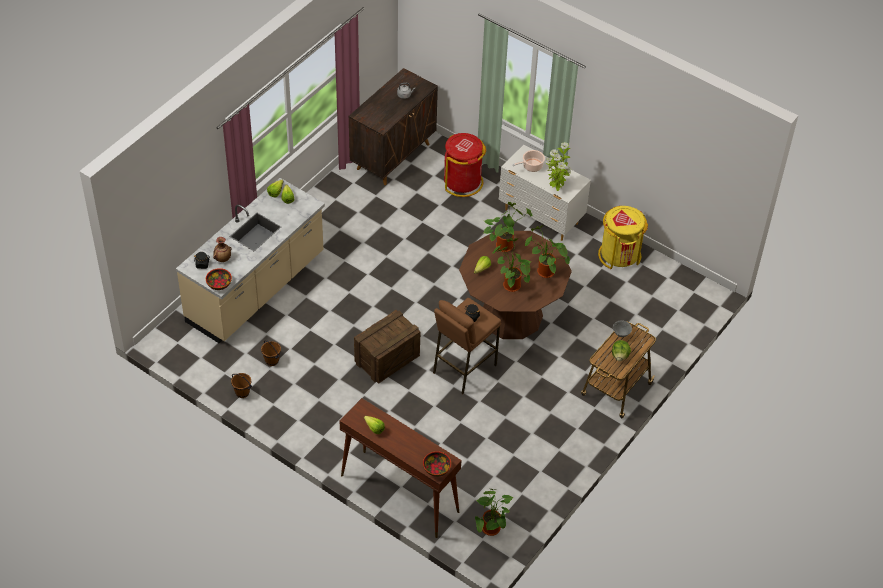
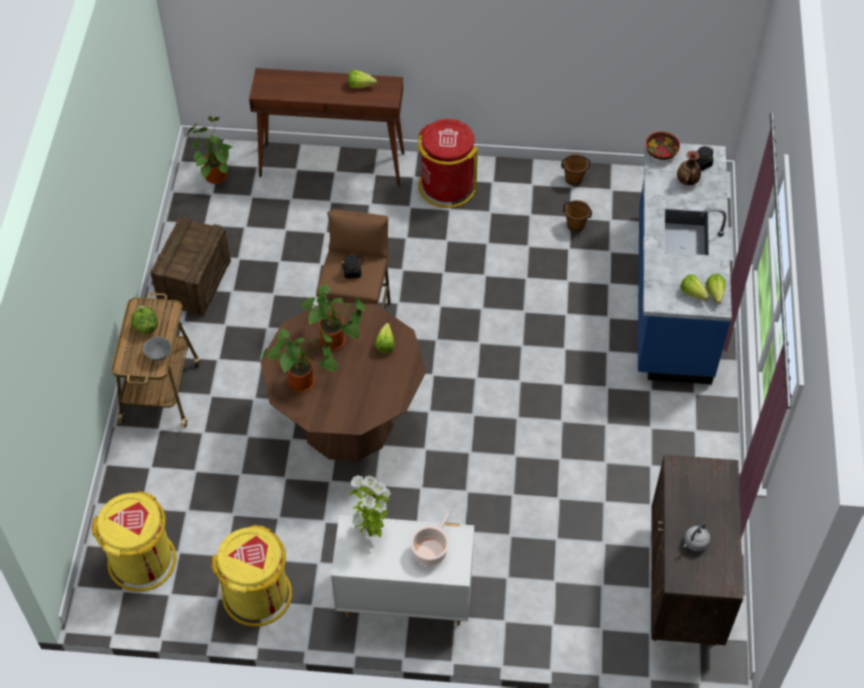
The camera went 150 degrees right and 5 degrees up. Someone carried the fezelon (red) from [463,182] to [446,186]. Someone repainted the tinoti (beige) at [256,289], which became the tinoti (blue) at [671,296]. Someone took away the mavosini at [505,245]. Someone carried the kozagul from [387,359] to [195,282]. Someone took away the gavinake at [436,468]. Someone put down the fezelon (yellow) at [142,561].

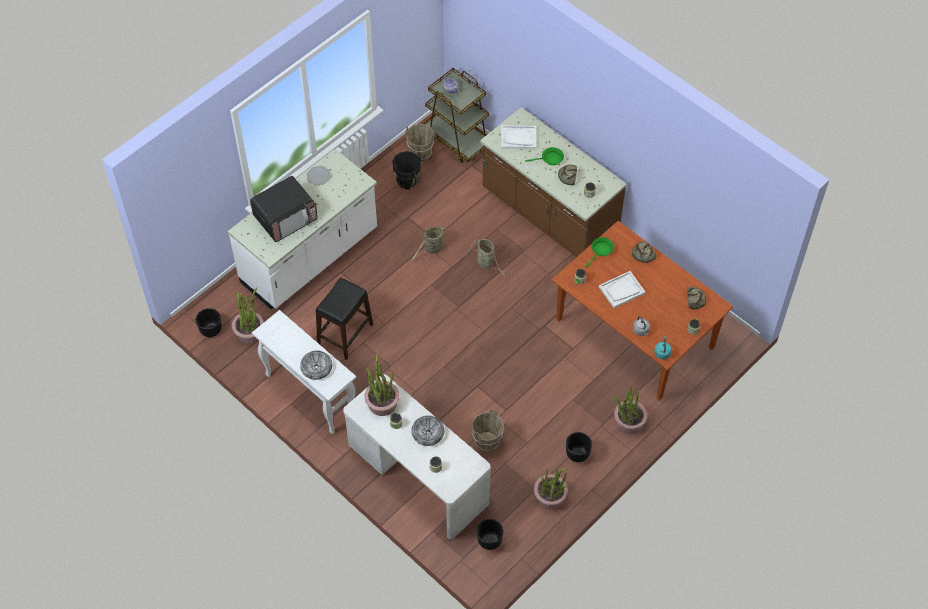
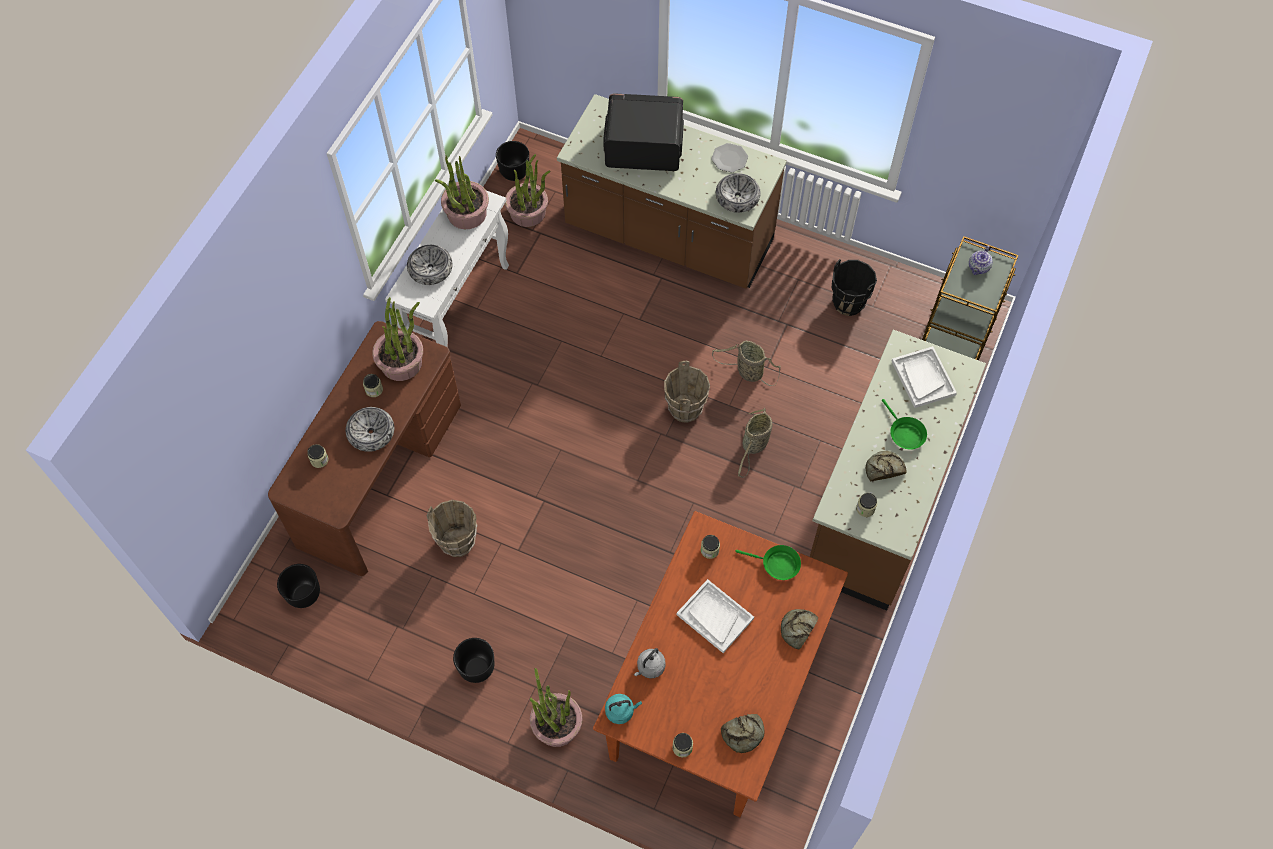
The camera went 70 degrees right and 5 degrees up. Someone carried the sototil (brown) from [421,153] to [685,409]. Someone repainted the tinoti (white) at [310,258], which became the tinoti (brown) at [668,236]. Someone rotated the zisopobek at [286,218] by 150 degrees clockwise. Someone took away the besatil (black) at [345,334]. Someone repainted the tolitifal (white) at [417,475], which became the tolitifal (brown) at [379,473]. Someone carried the mavosini from [550,496] to [466,213]. Someone put down the gavinake at [737,197].

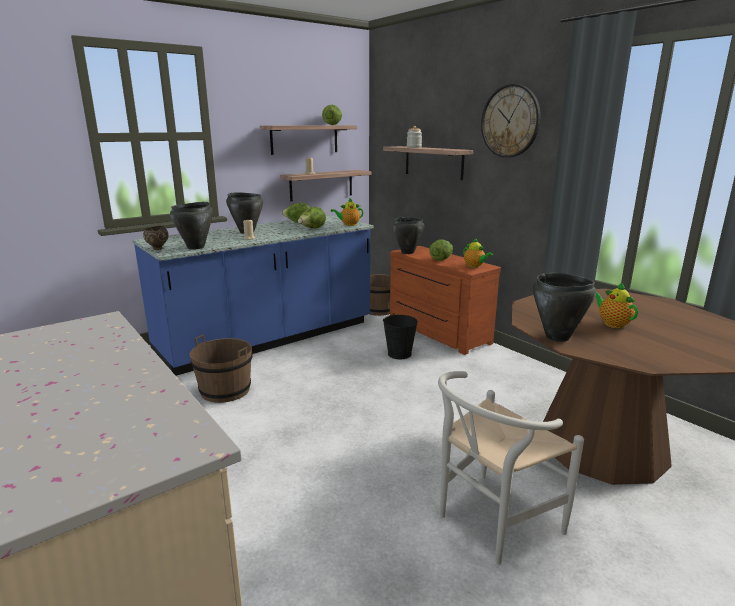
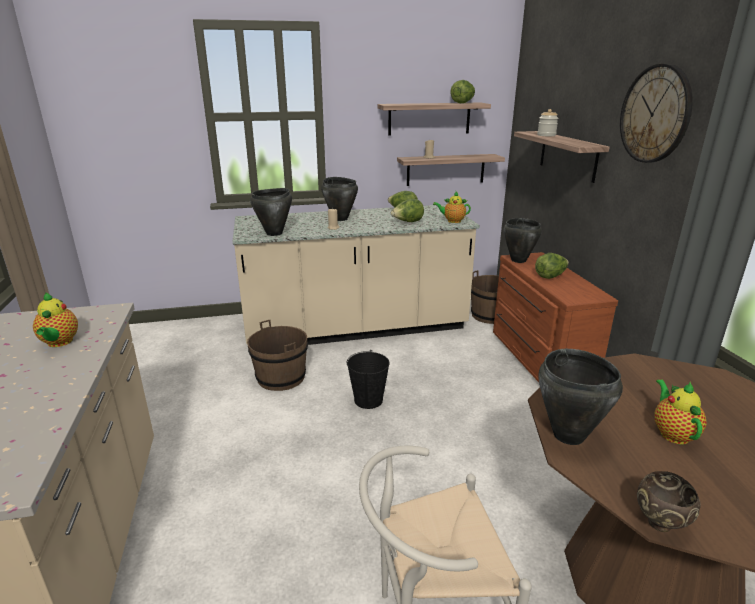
The camera went 25 degrees right and 5 degrees up. Someone repainted the tinoti (blue) at [268,338], which became the tinoti (beige) at [356,328]. Someone carried the gavinake (brown) from [157,249] to [659,525]. Someone carried the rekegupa from [475,266] to [59,343]. Someone carried the sototil (black) from [399,354] to [368,400].

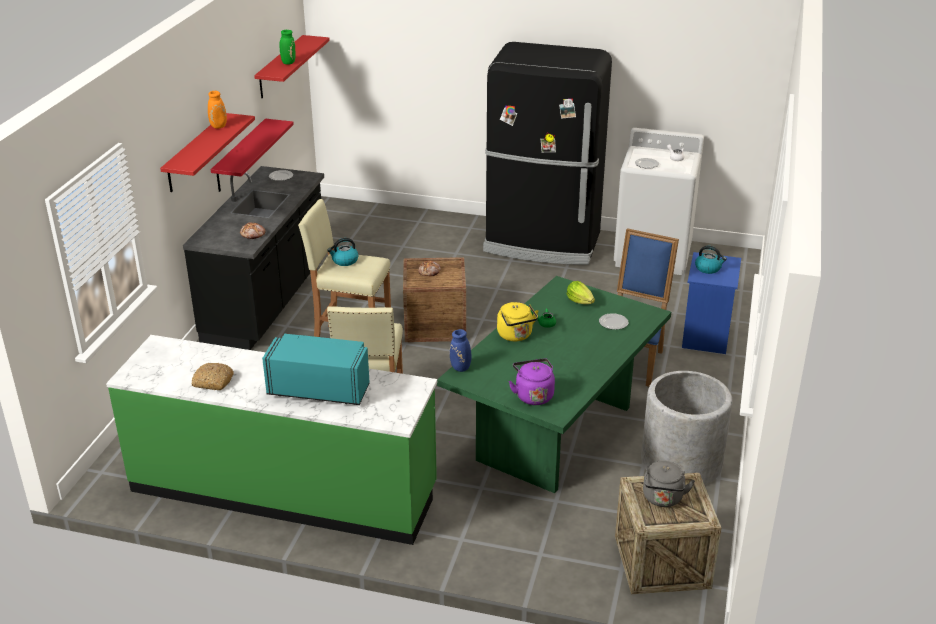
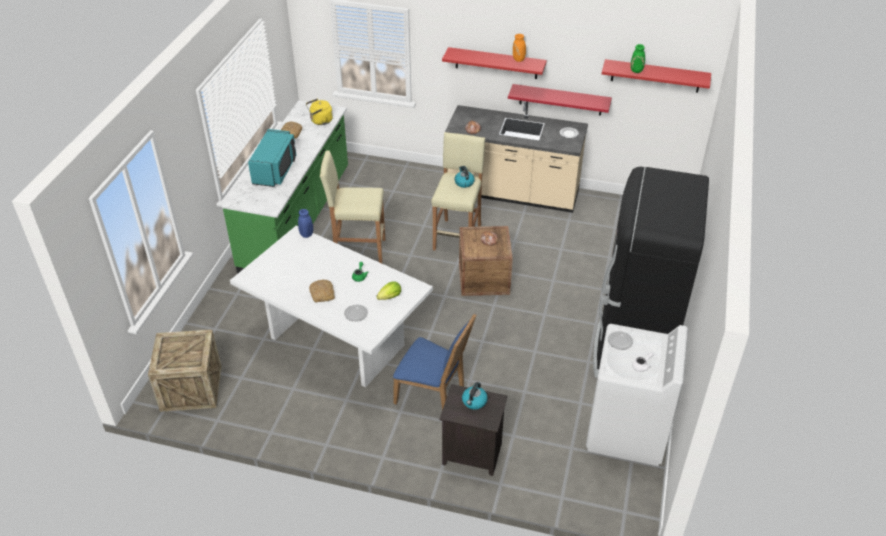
The camera went 90 degrees right and 10 degrees up. Someone repainted the tinoti (black) at [267,301], which became the tinoti (beige) at [512,194]. Someone repainted the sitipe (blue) at [707,337], which became the sitipe (black) at [471,454]. Someone repainted the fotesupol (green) at [554,432], which became the fotesupol (white) at [338,341]. Someone carried the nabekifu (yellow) from [516,336] to [320,121]. Someone took away the nabekifu (purple) at [533,395]. Someone took away the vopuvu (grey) at [681,462]. Someone took away the nabekifu (grey) at [663,499]. Someone put down the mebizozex at [322,294].

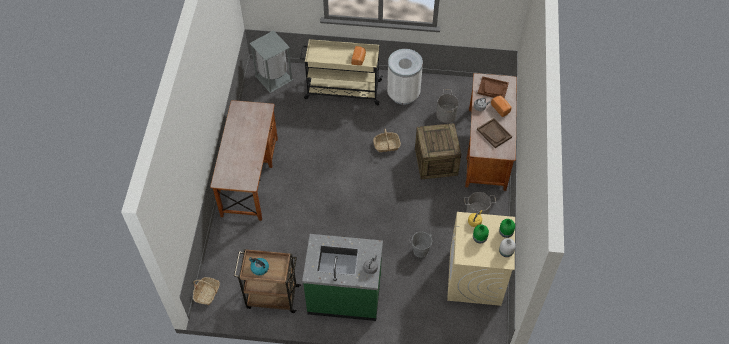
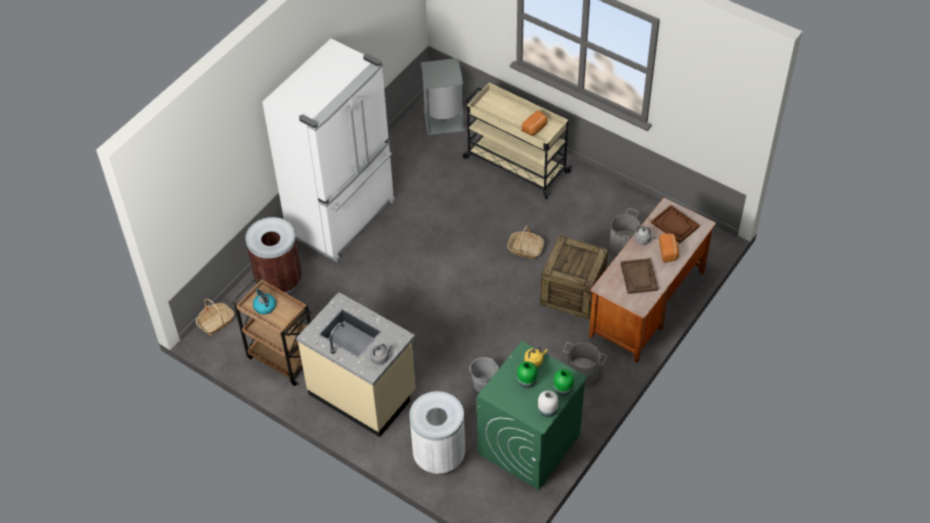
The camera went 30 degrees right and 5 degrees down. Someone carried the fezelon (white) from [403,94] to [439,456]. Someone swapped the tolitifal at [249,176] for the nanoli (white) at [343,218]. Someone repainted the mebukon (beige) at [475,278], which became the mebukon (green) at [529,444]. Someone repainted the tinoti (green) at [344,295], which became the tinoti (beige) at [363,393]. Someone put down the fezelon (brown) at [279,280].

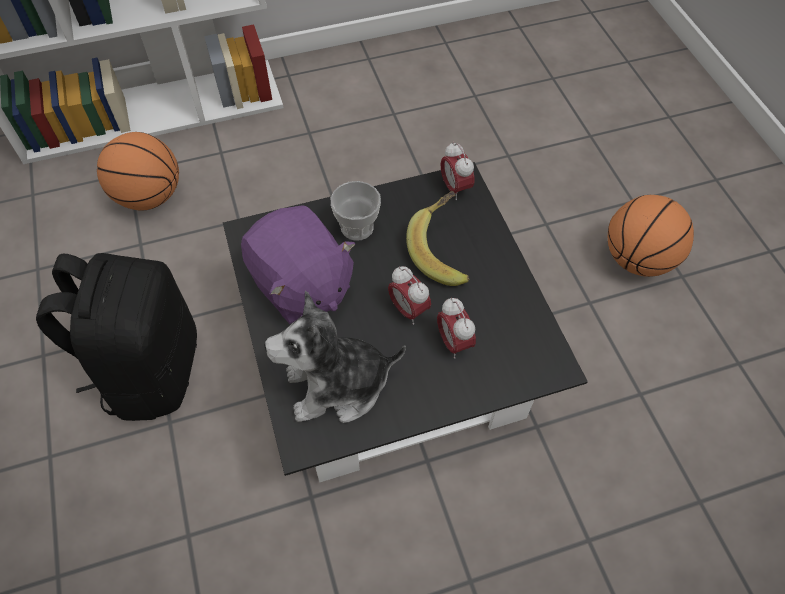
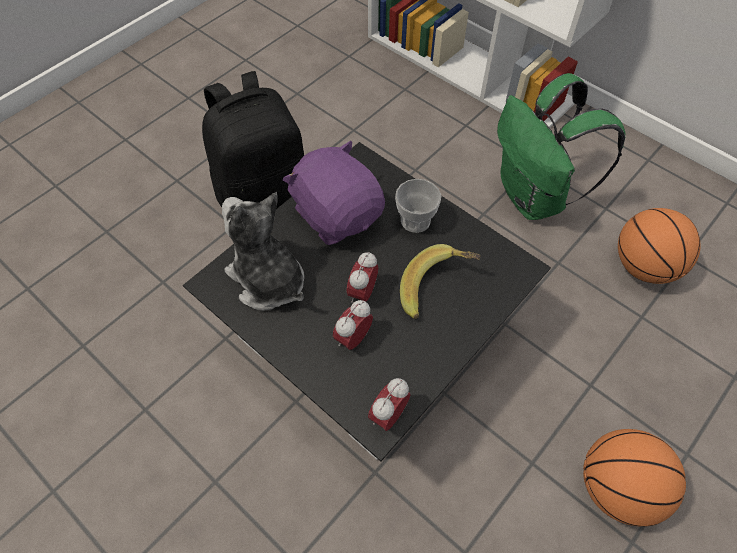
The camera went 60 degrees right and 0 degrees up. Someone carried the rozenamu from [149,197] to [644,266]. Someone carried the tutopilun from [455,188] to [388,415]. Someone rotated the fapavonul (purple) at [301,285] by 120 degrees clockwise. Someone put down the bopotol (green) at [534,198].

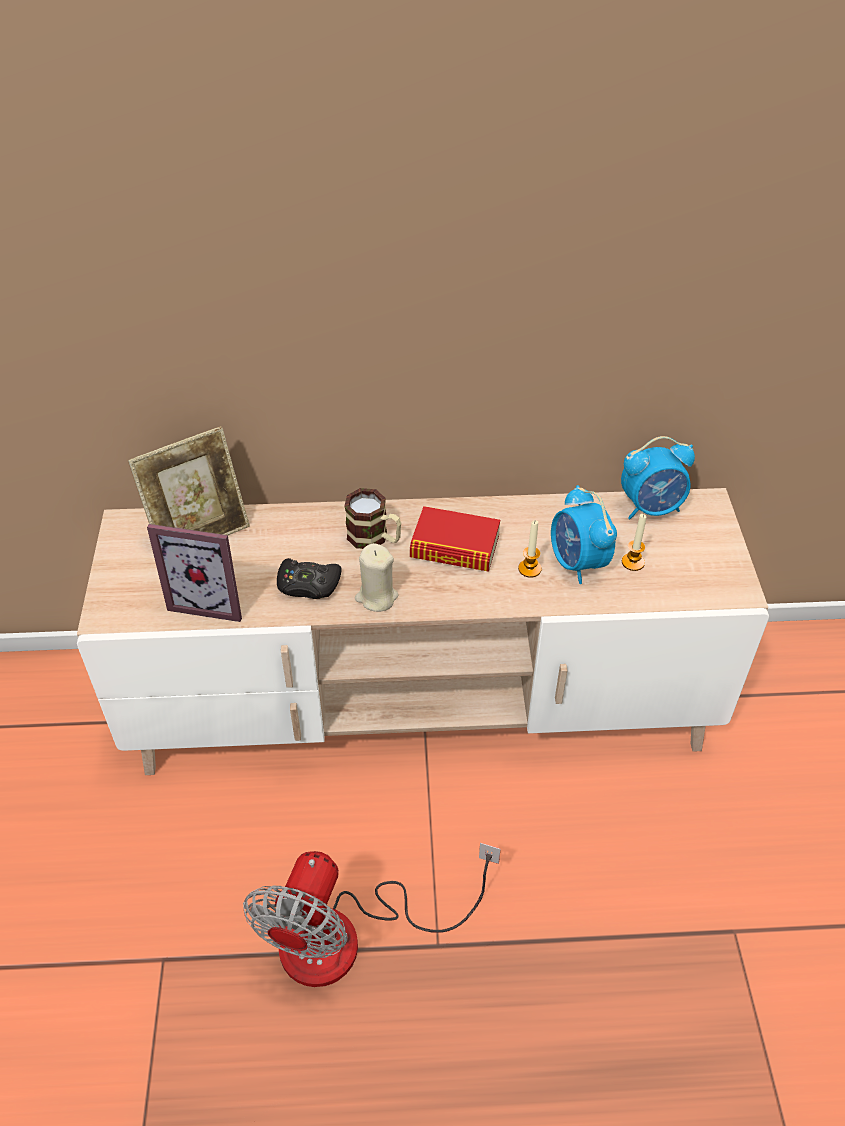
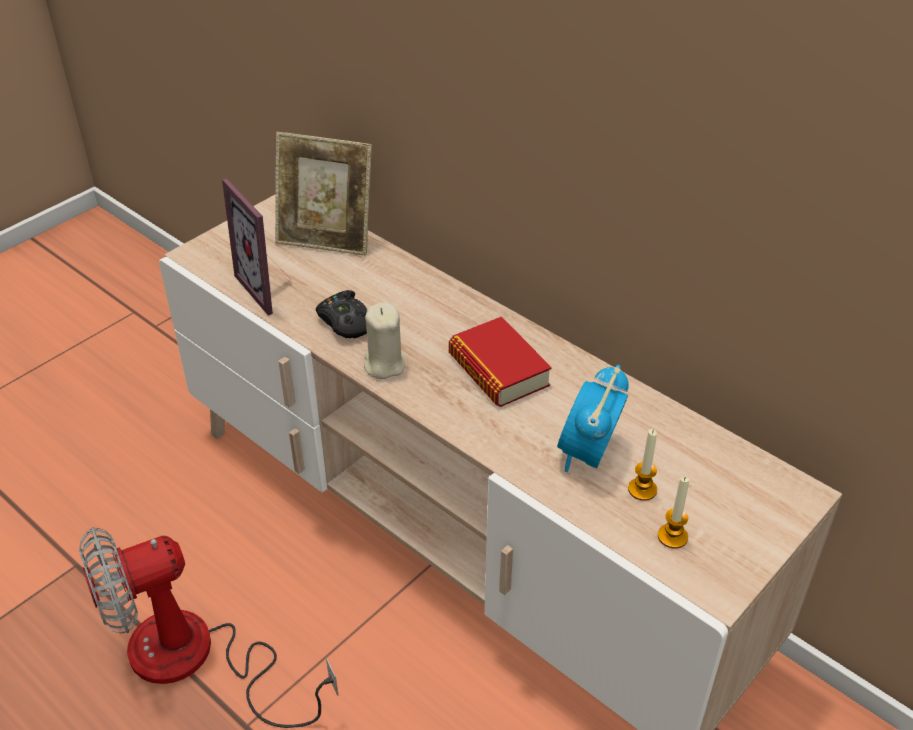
The camera went 45 degrees right and 5 degrees down. Someone took away the tutopilun at [651,508]. Someone took away the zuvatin at [375,538]. Someone carried the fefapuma from [529,569] to [672,536].

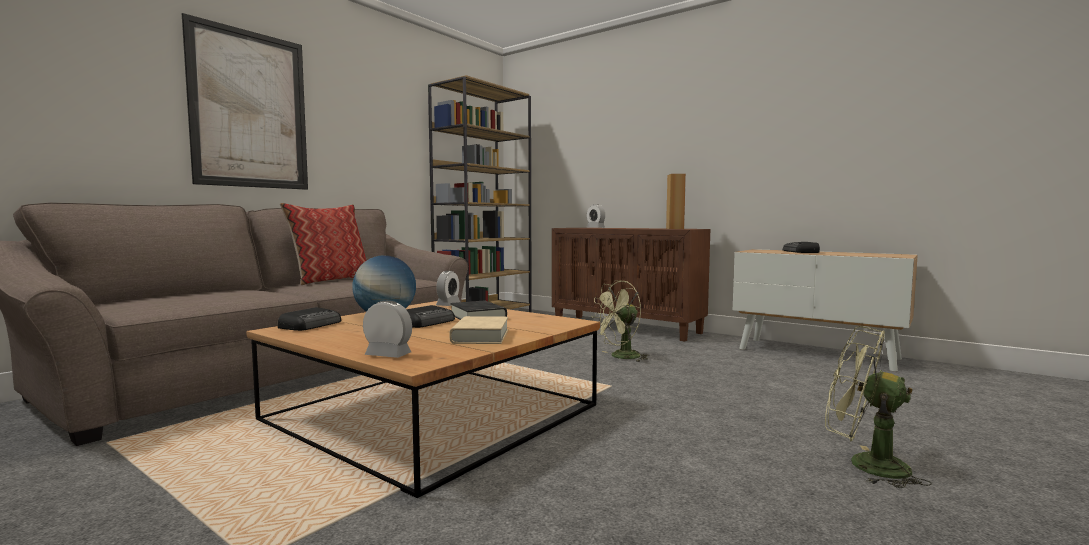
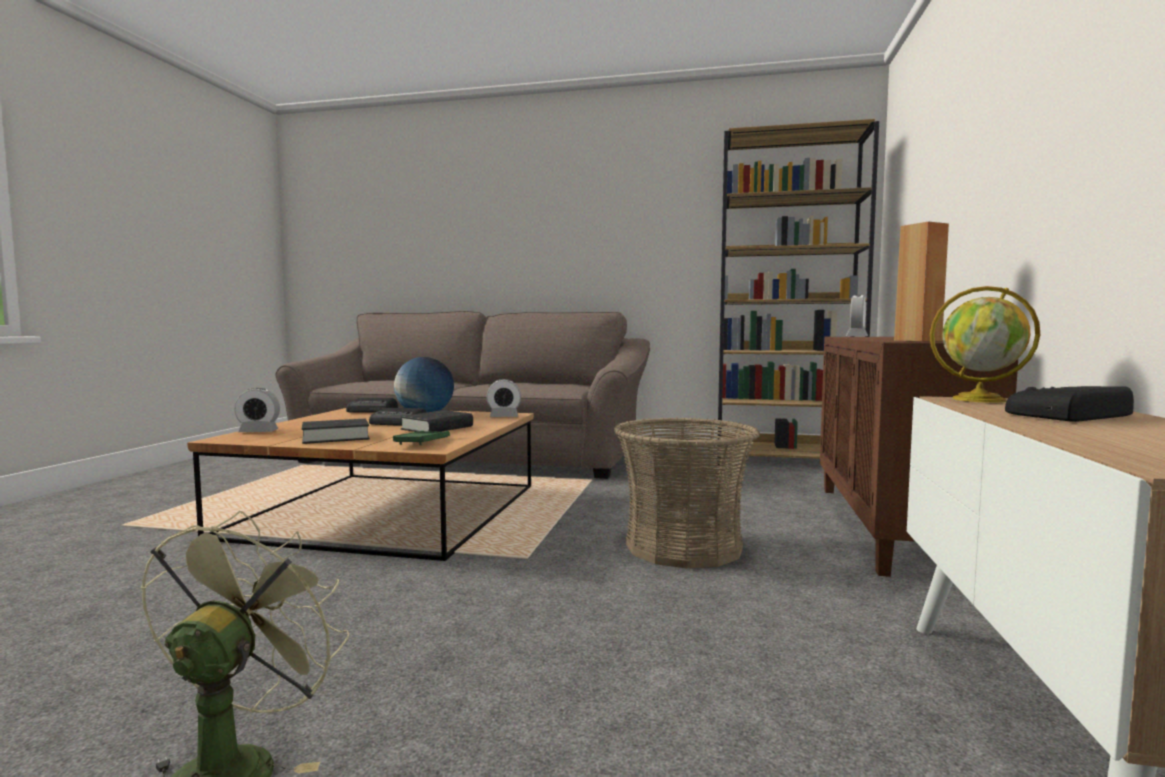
The camera went 65 degrees right and 0 degrees up. Someone took away the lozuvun at [250,110]. Someone took away the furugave at [330,280]. Someone swapped the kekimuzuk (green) at [620,357] for the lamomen at [683,546]. Someone rotated the tutopilun at [388,355] by 90 degrees clockwise. Someone repainted the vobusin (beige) at [480,336], which became the vobusin (black) at [335,437]. Someone put down the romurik at [980,400]. Someone put down the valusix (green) at [422,442].

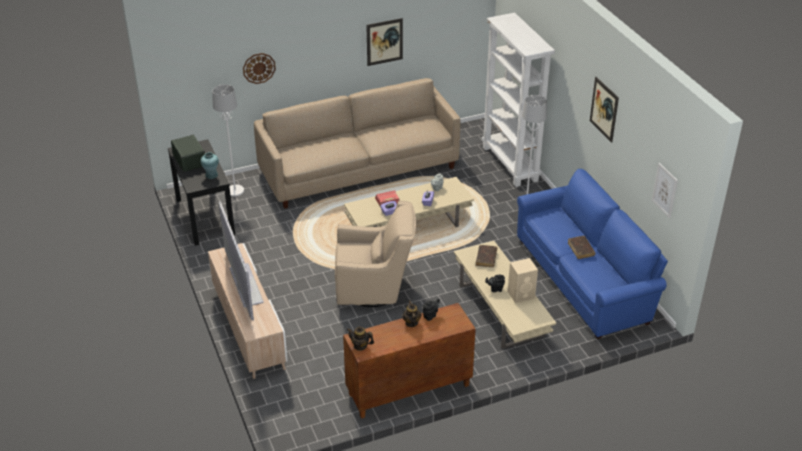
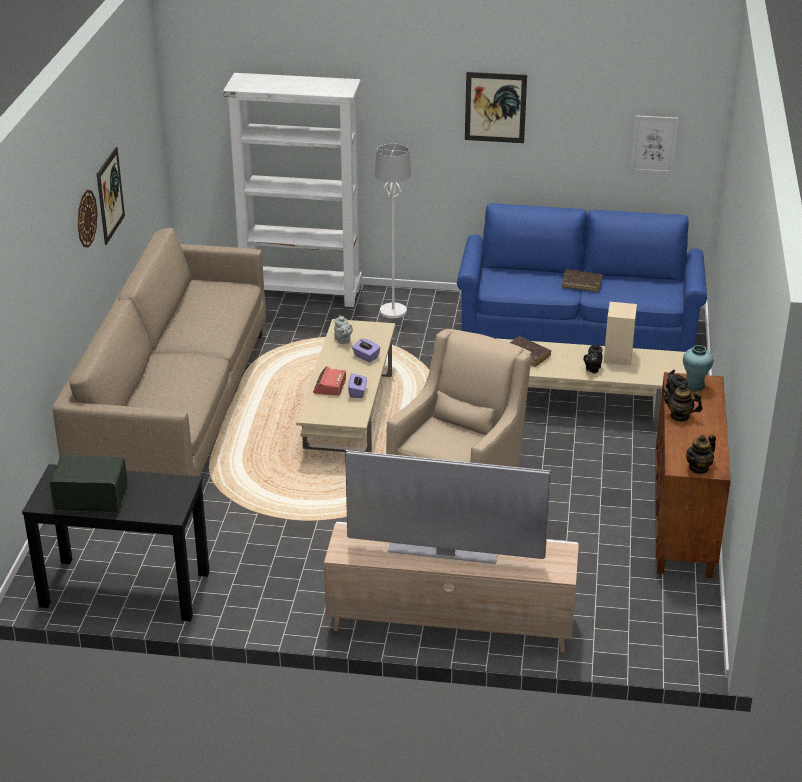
The camera went 60 degrees left and 5 degrees down. Someone carried the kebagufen from [259,68] to [86,218]. Someone took away the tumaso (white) at [235,191]. Someone carried the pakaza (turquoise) from [211,175] to [694,386].

